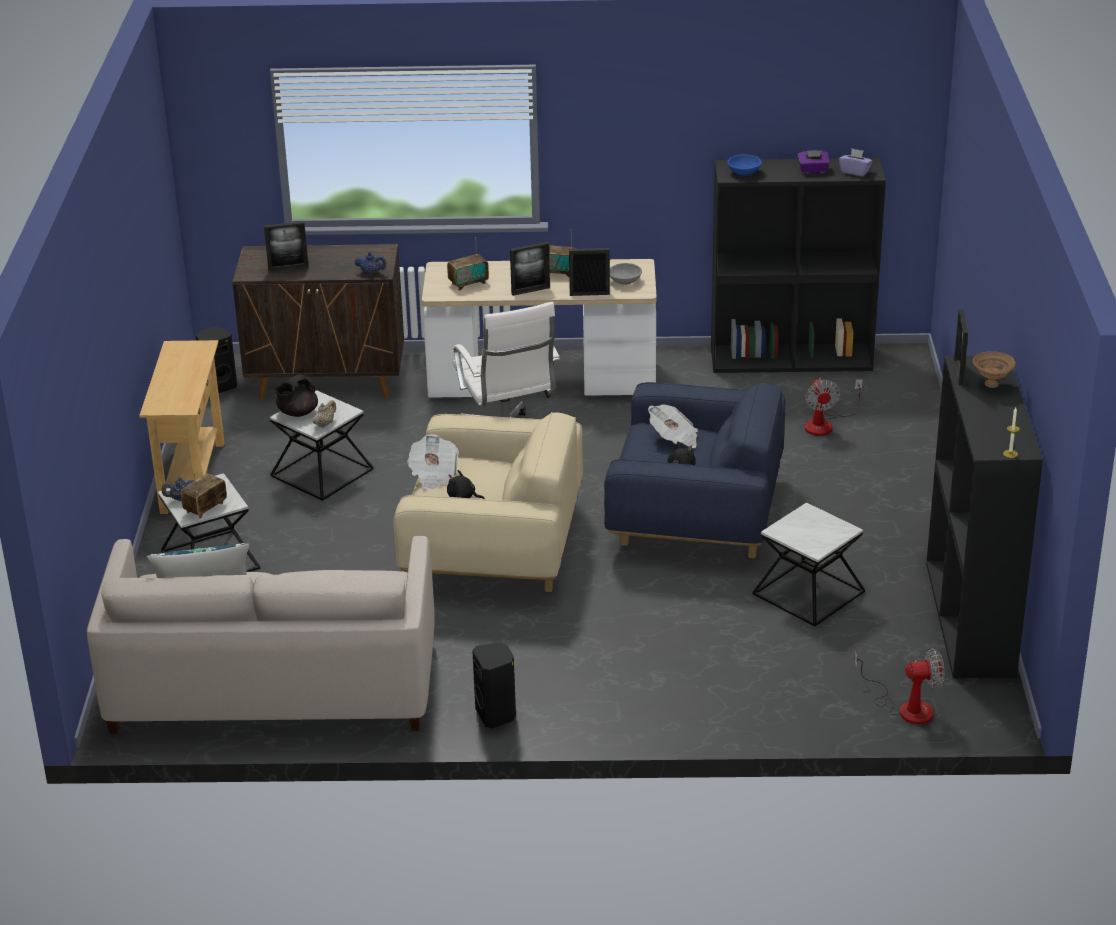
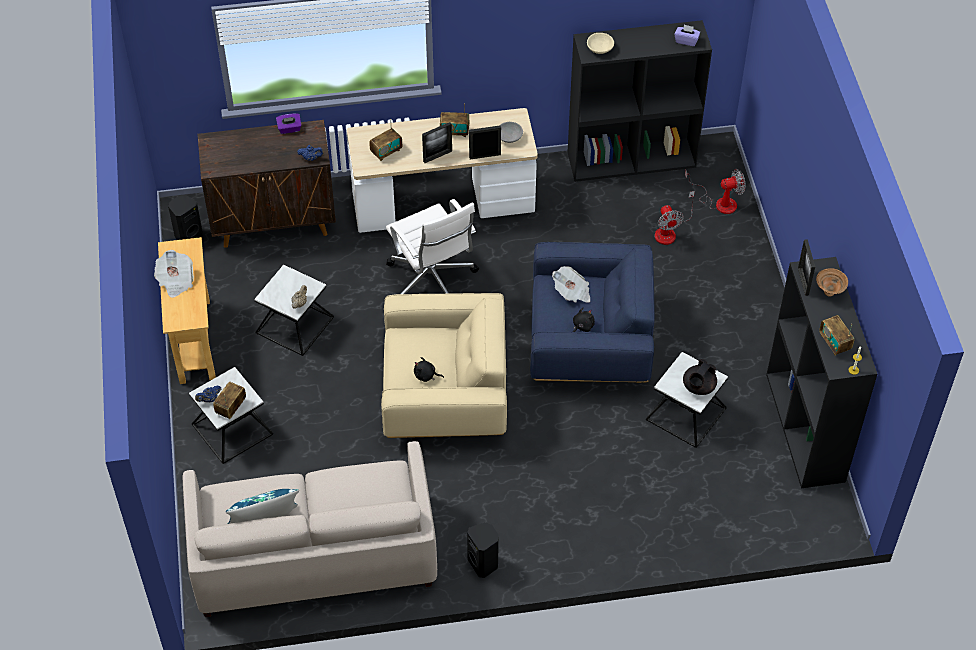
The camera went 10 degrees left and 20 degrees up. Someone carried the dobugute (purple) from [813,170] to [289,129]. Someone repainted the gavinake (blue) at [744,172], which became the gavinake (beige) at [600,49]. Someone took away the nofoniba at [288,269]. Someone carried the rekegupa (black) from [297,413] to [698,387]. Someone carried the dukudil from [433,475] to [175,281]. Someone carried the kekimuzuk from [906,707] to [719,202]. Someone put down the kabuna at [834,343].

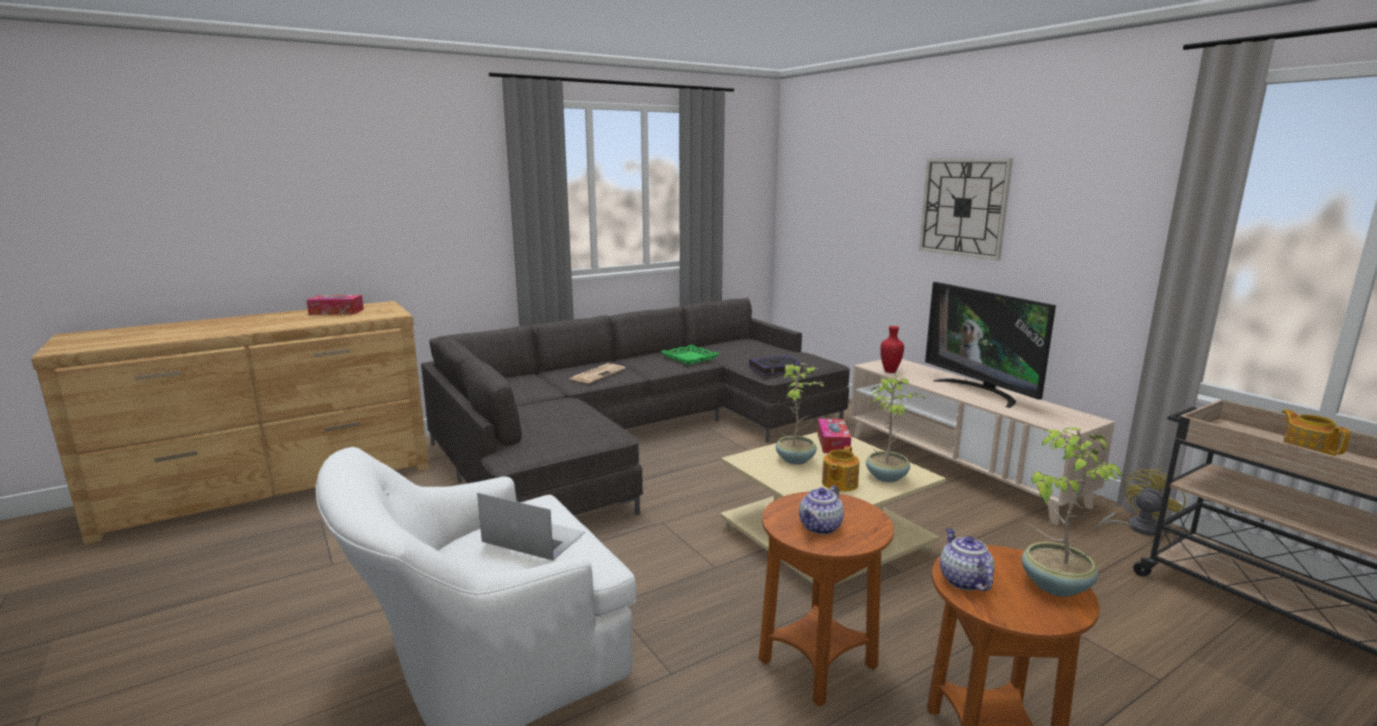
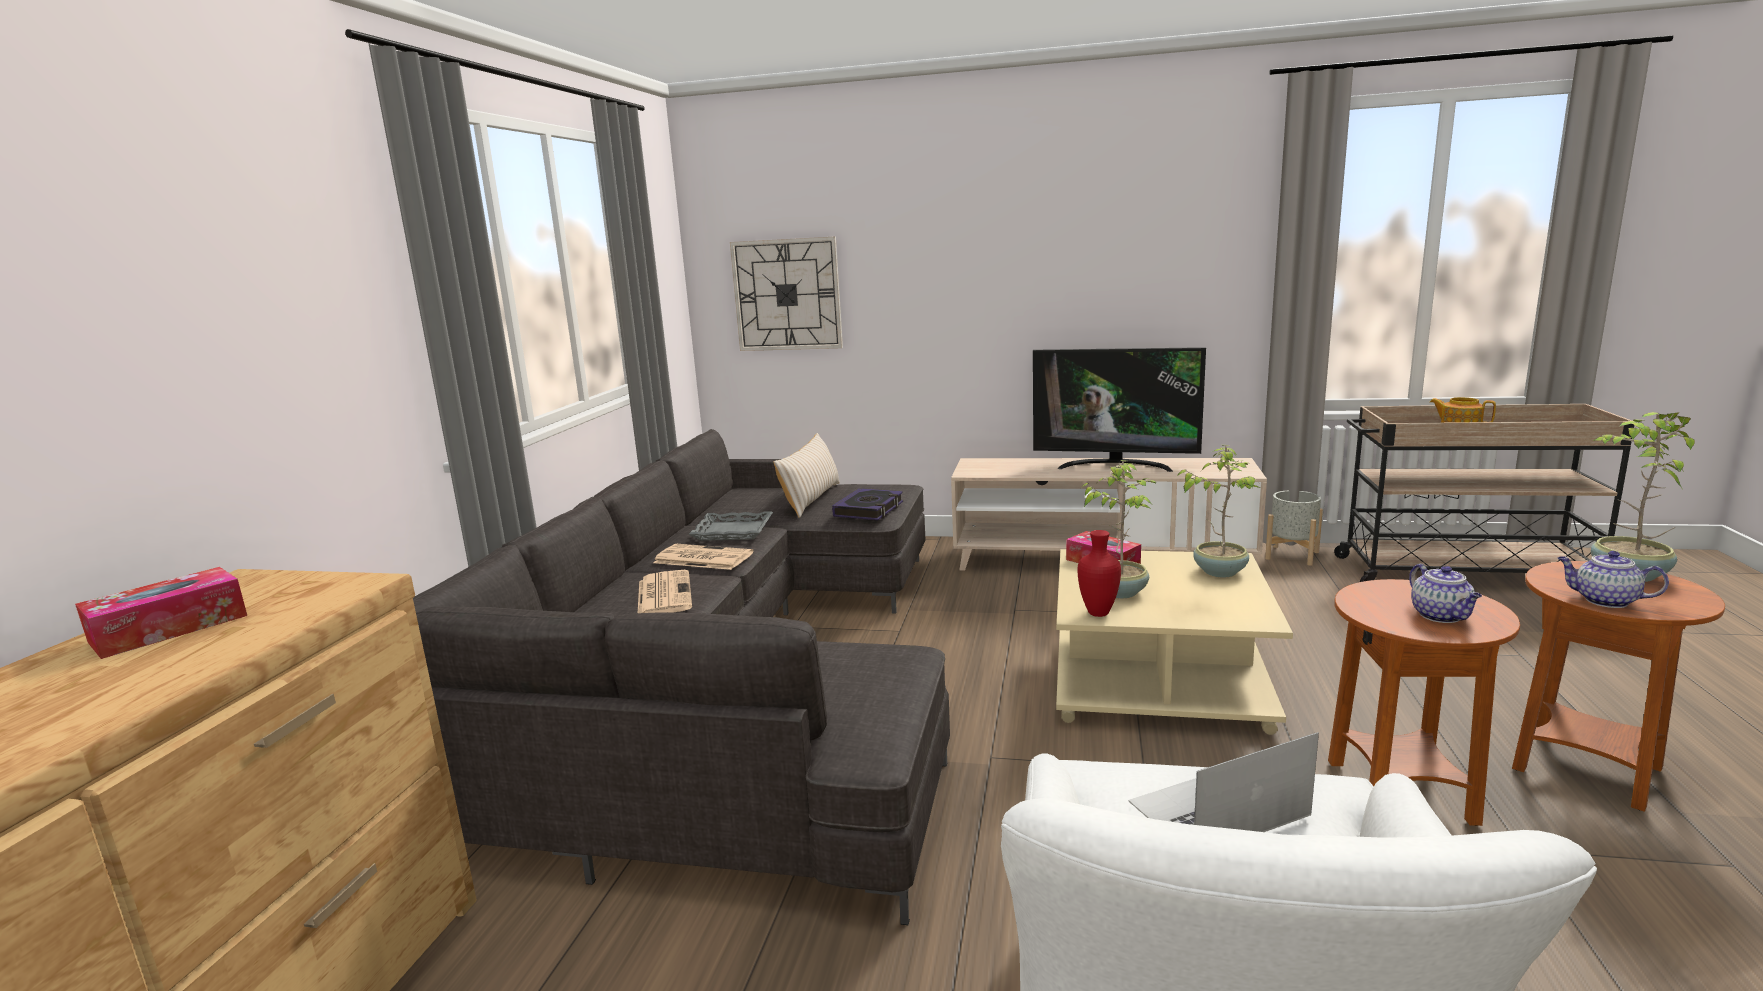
The camera went 45 degrees left and 0 degrees up. Someone carried the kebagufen from [963,207] to [787,295]. Someone carried the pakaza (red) from [889,371] to [1097,613]. Someone repainted the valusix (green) at [690,358], which became the valusix (grey) at [733,531]. Someone took away the rekegupa at [839,484]. Someone swapped the kekimuzuk (yellow) at [1136,528] for the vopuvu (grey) at [1292,555]. Someone put down the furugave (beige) at [811,499]. Someone put down the dukudil at [702,558].

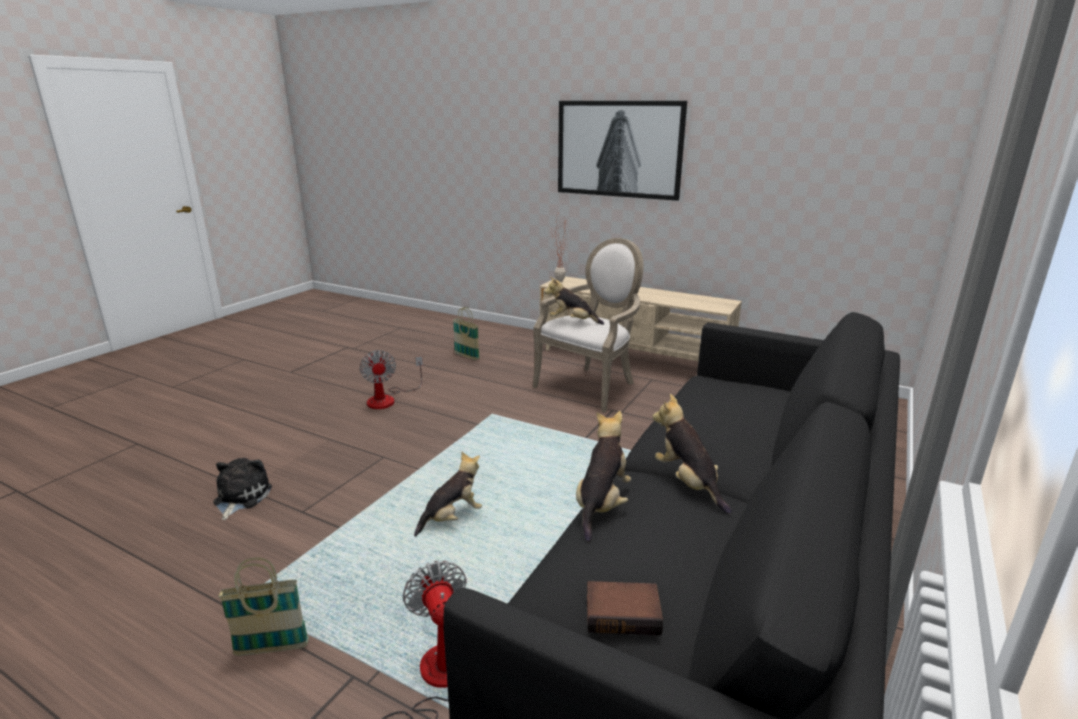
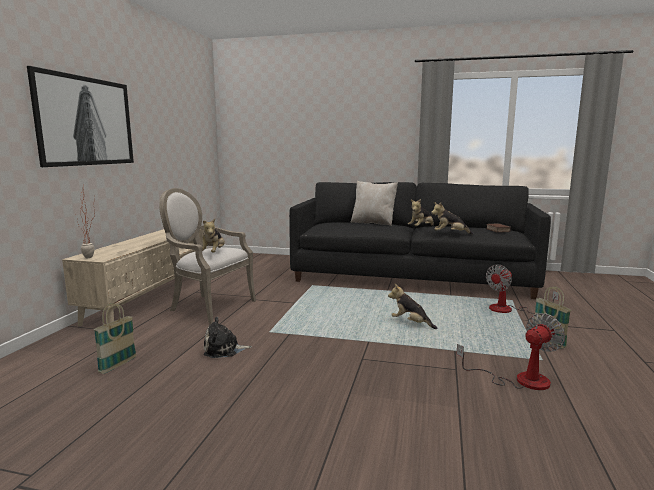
The camera went 105 degrees left and 10 degrees down. Someone carried the kekimuzuk from [388,399] to [519,380]. Someone carried the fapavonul from [240,497] to [224,350]. Someone put down the furugave (beige) at [373,223].

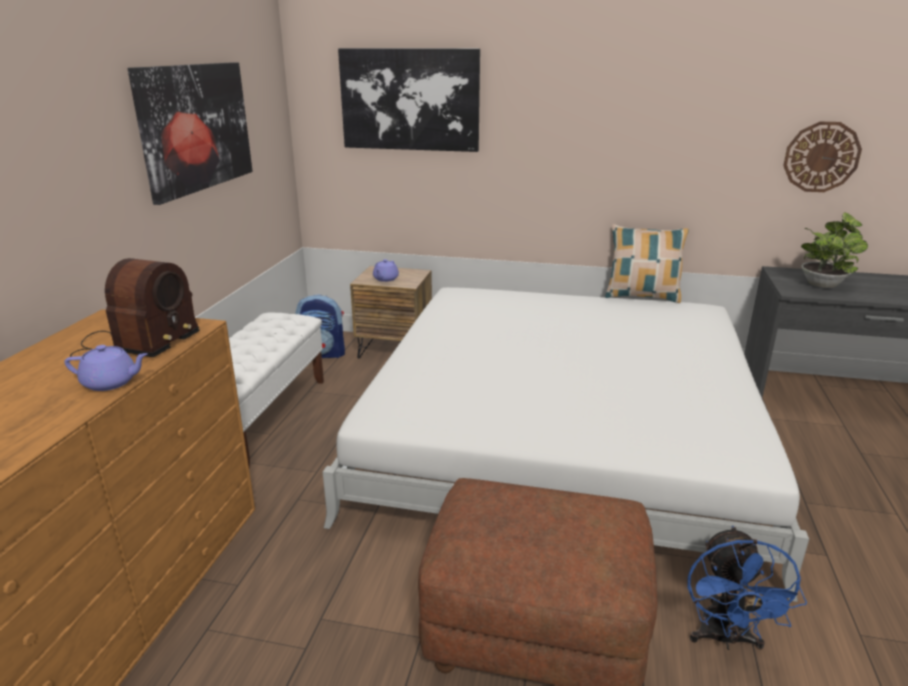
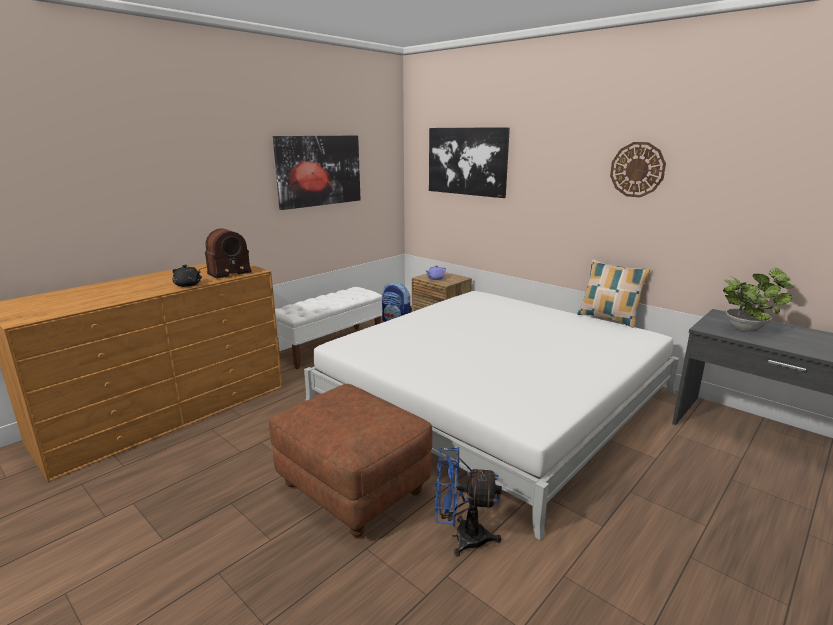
The camera went 30 degrees right and 5 degrees down. Someone carried the kebagufen from [821,157] to [637,169]. Someone repainted the rekegupa (purple) at [111,383], which became the rekegupa (black) at [188,284]. Someone rotated the kekimuzuk (blue) at [725,639] by 60 degrees clockwise.

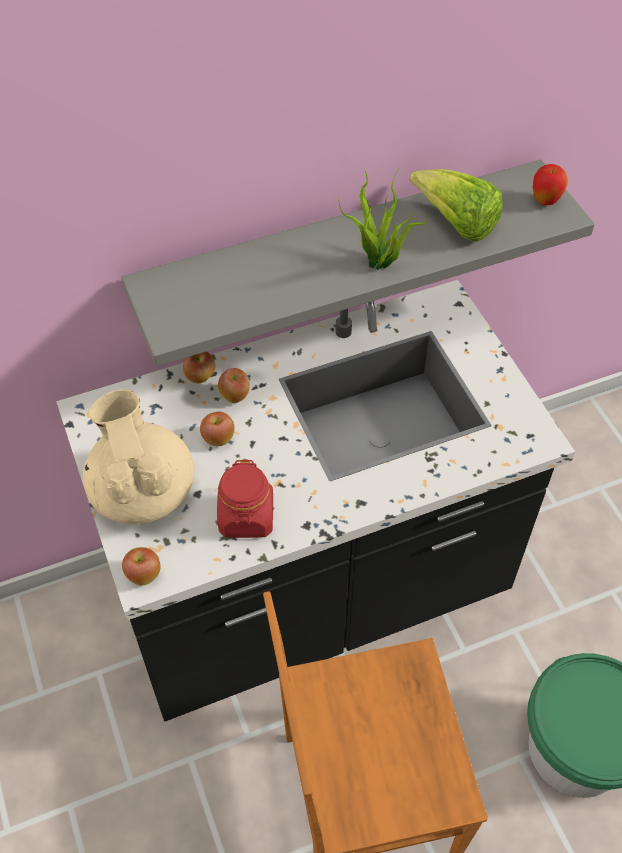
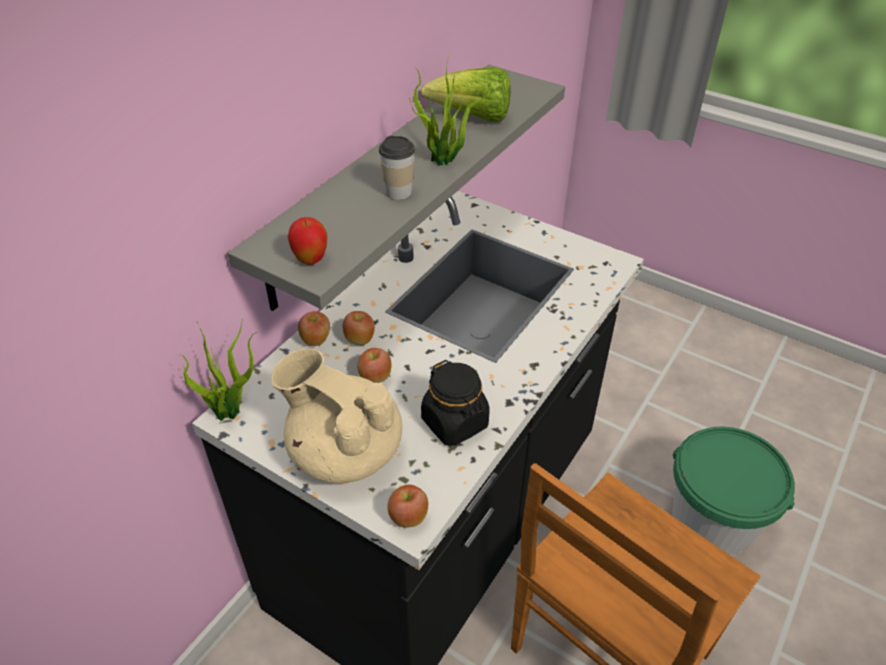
The camera went 35 degrees left and 10 degrees down. Someone carried the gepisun from [545,201] to [311,260]. Someone repainted the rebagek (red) at [246,517], which became the rebagek (black) at [455,423]. Someone put down the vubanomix at [398,192]. Someone put down the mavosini at [231,411].

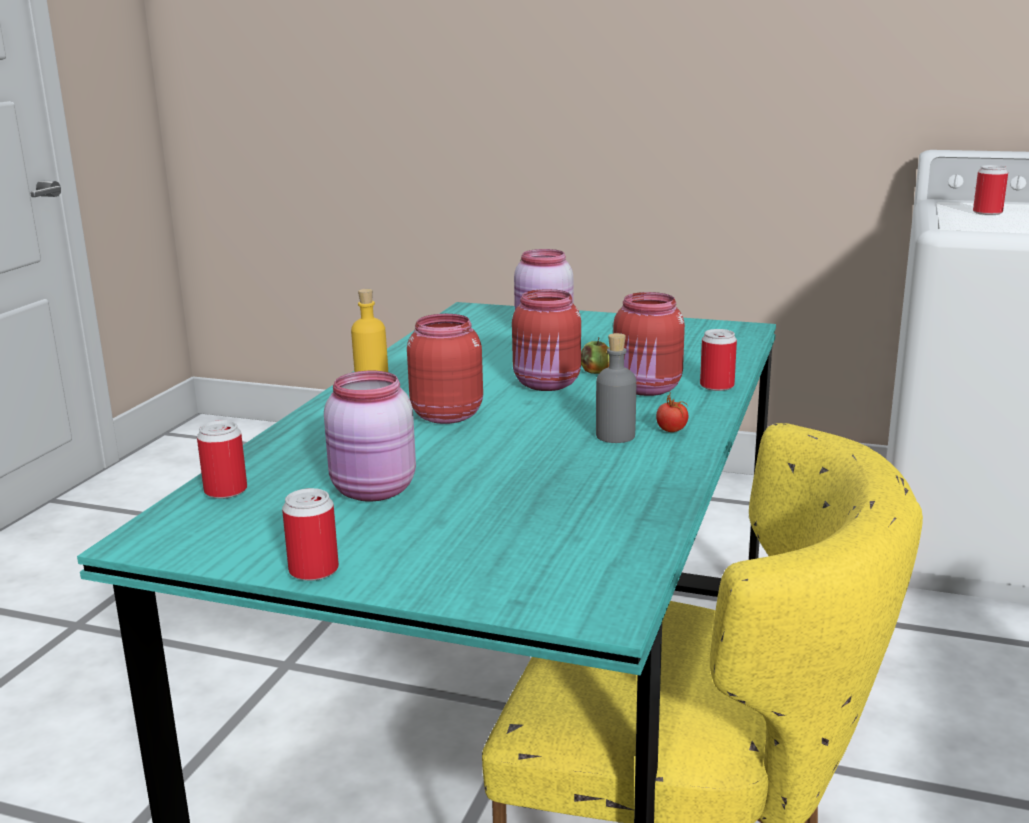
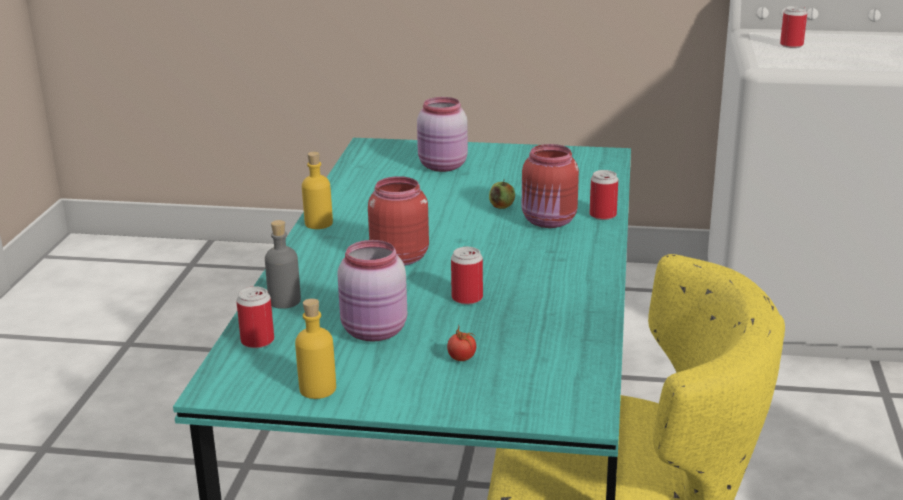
The camera went 10 degrees left and 5 degrees up. Someone took away the rebagek (red) at [547,385]. Someone carried the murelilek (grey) from [615,436] to [284,301]. Someone carried the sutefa from [671,430] to [462,358]. Someone carried the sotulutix from [314,570] to [467,298]. Someone put down the murelilek (yellow) at [317,389].

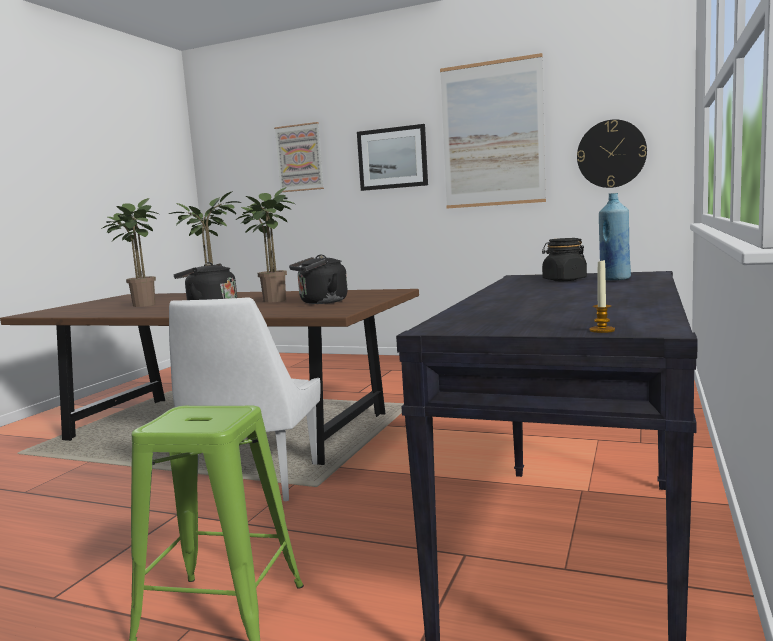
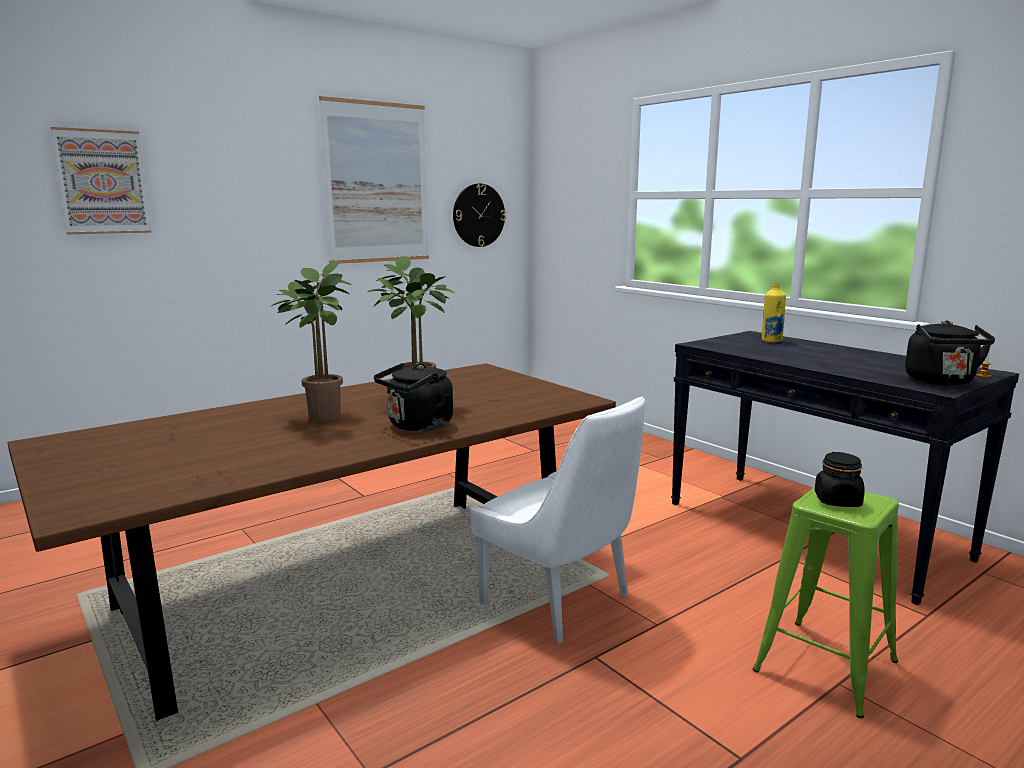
The camera went 60 degrees left and 5 degrees up. Someone took away the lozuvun at [392,158]. Someone repainted the murelilek (blue) at [614,279], which became the murelilek (yellow) at [771,341]. Someone took away the mavosini at [142,305]. Someone carried the rebagek (black) from [564,280] to [837,501]. Someone carried the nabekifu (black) from [321,302] to [942,382].

